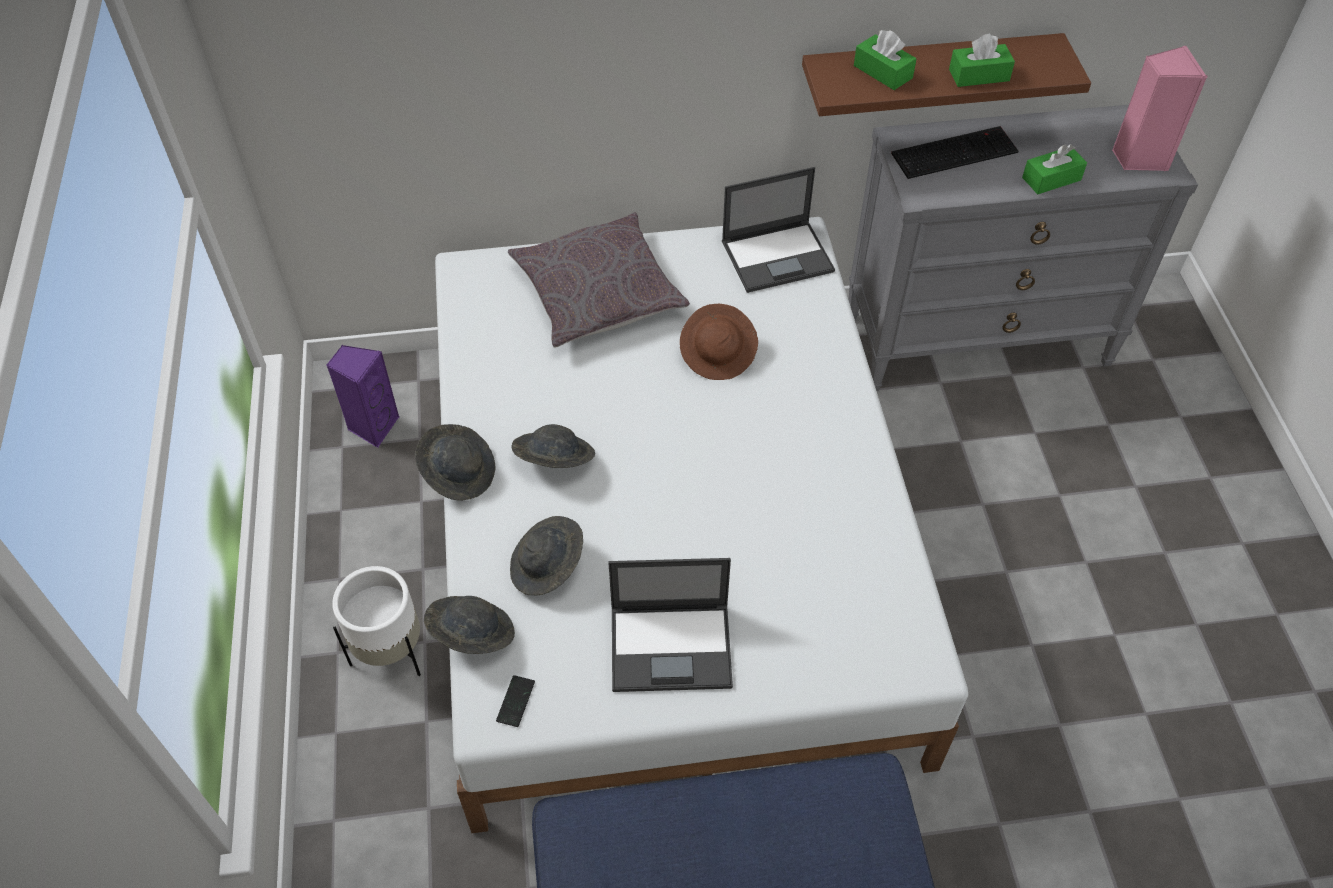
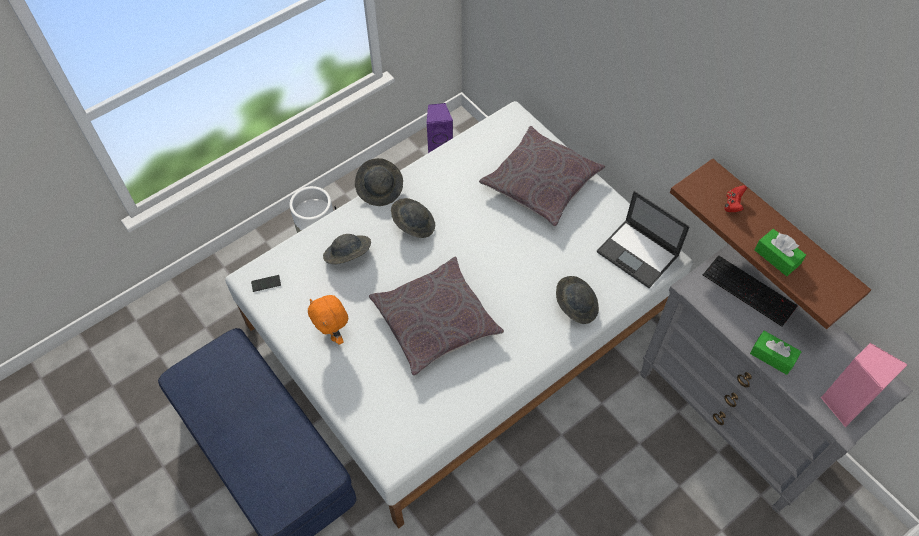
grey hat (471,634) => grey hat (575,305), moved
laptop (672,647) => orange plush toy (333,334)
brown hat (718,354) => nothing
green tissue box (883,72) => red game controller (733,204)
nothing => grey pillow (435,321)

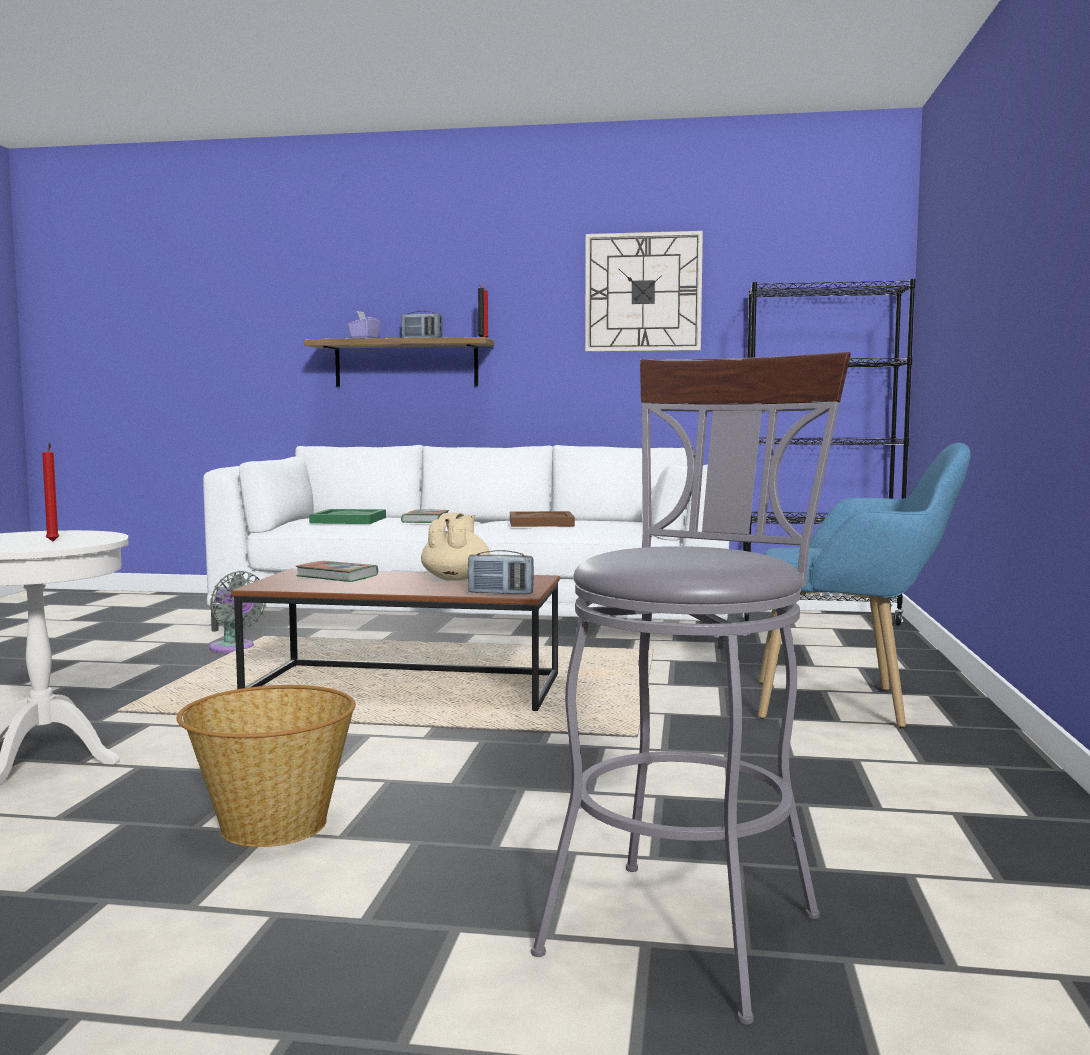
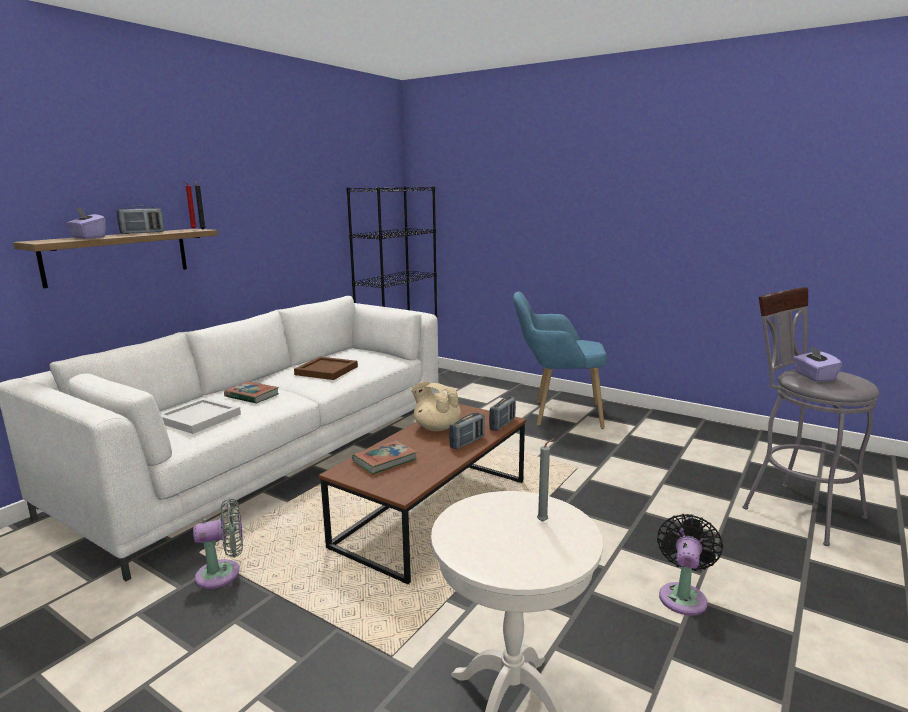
red candle (53,541) => grey candle (544,521)
basket (271,825) => black fan (683,596)
green tray (347,520) => white tray (199,418)
wall clock (643,292) => nothing
blue armchair (852,705) => blue armchair (556,414), 120 degrees counterclockwise
nothing => radio (467,442)
nothing => purple tissue box (813,377)

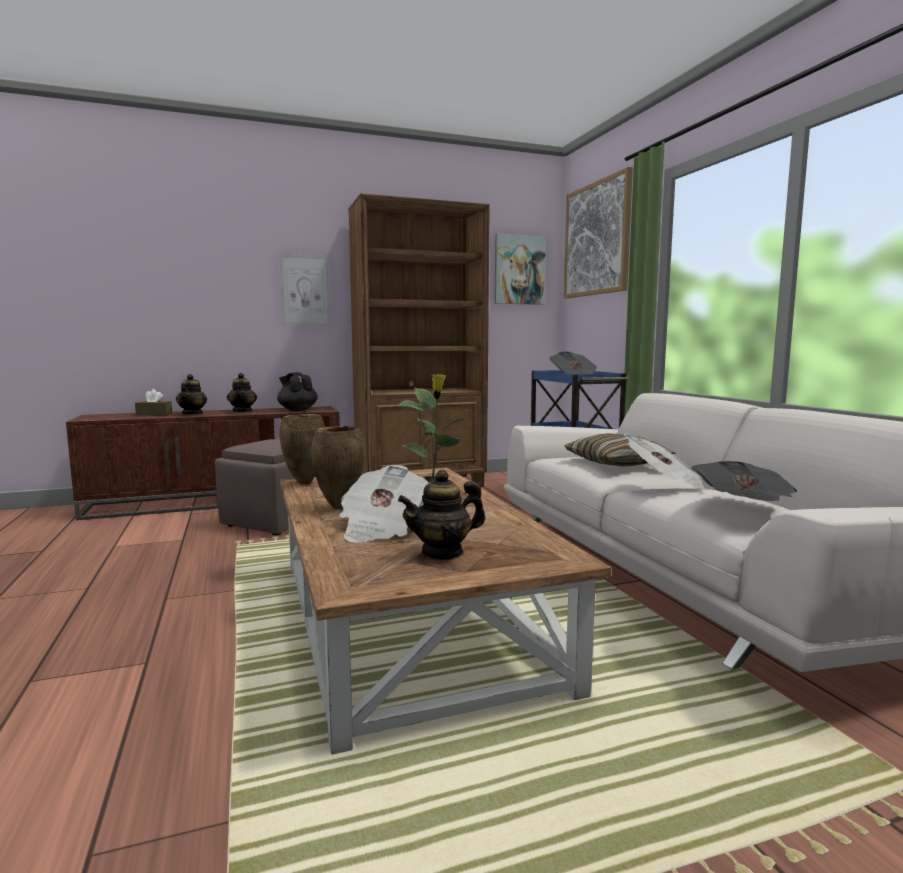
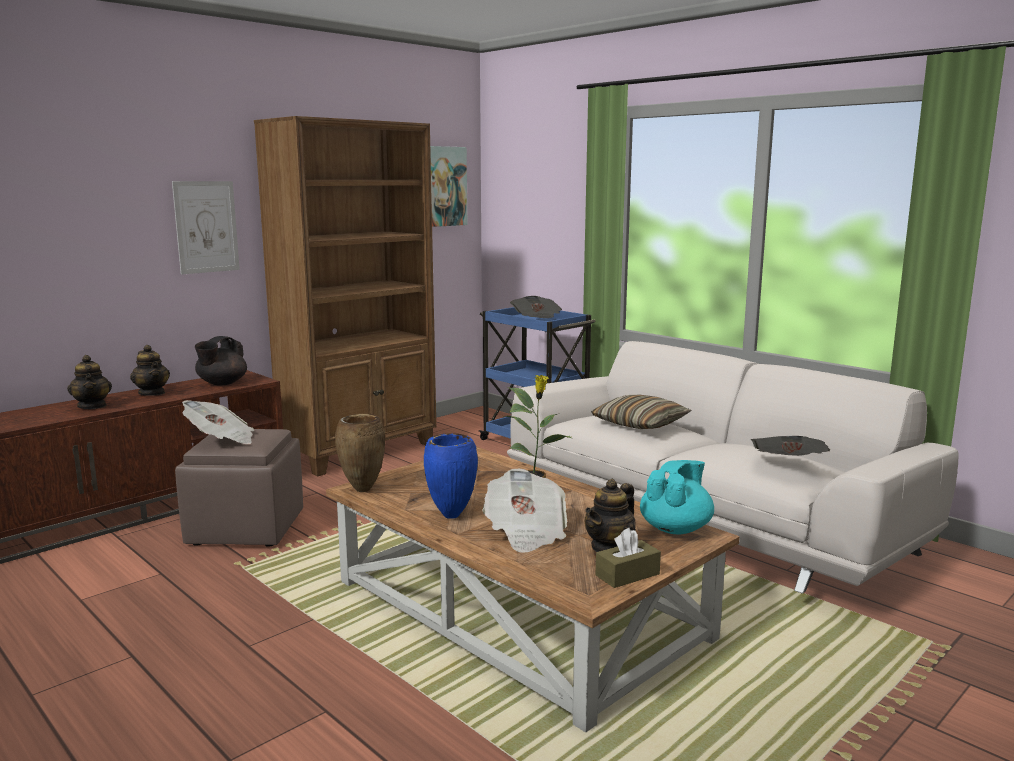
brown tissue box (154,414) => brown tissue box (627,575), moved
black teapot (297,410) => black teapot (221,383), 90 degrees counterclockwise
brown vase (339,508) => blue vase (451,516)
picture (597,239) => nothing
newspaper (665,484) => newspaper (221,440), moved
nothing => turquoise teapot (676,528)

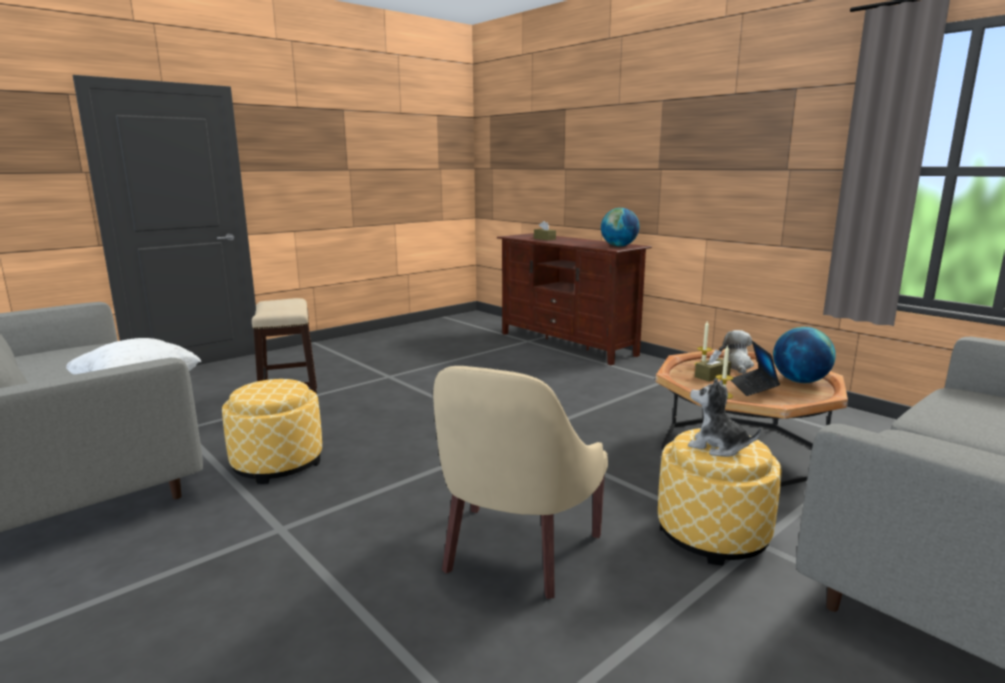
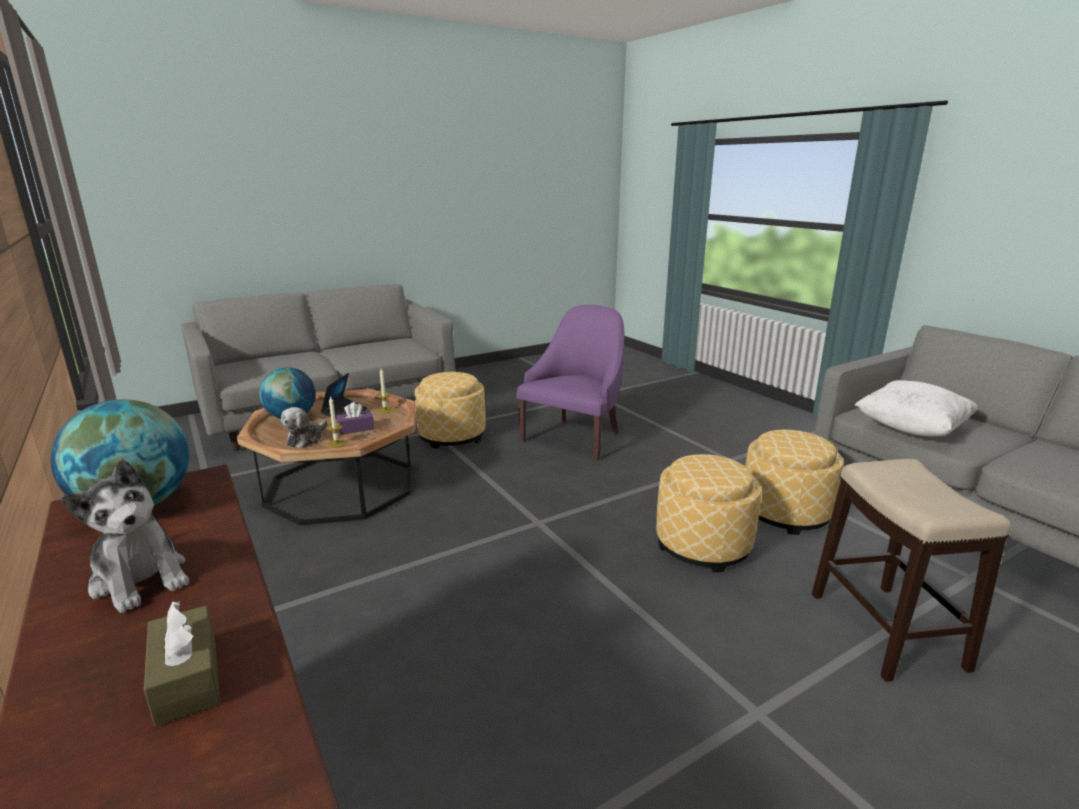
beige armchair (515,552) => purple armchair (575,437)
plush toy (717,447) => plush toy (141,578), moved
brown tissue box (712,376) => purple tissue box (356,429)
nothing => ottoman (703,545)

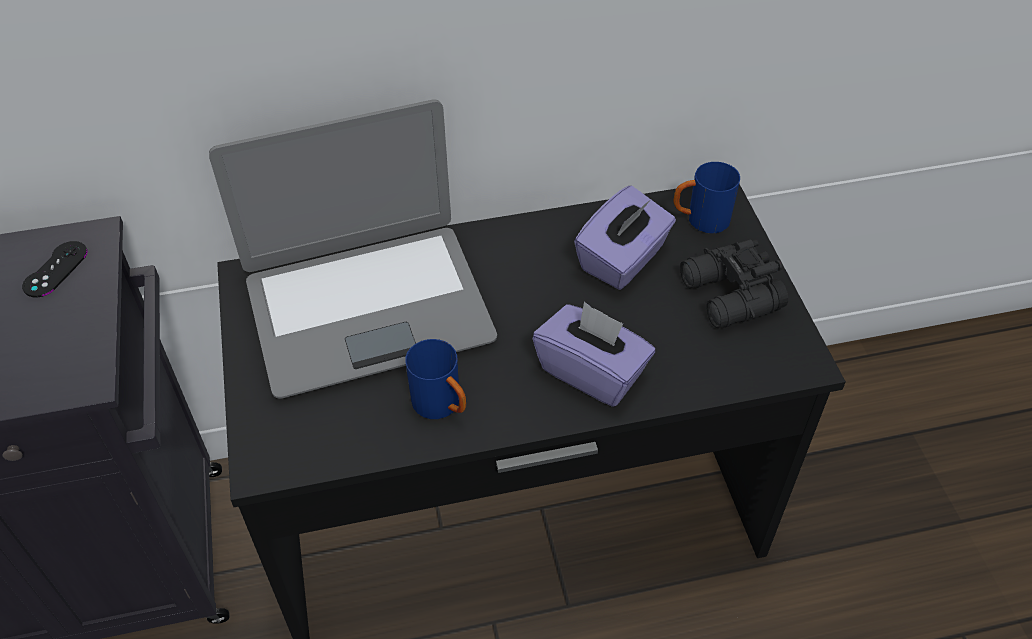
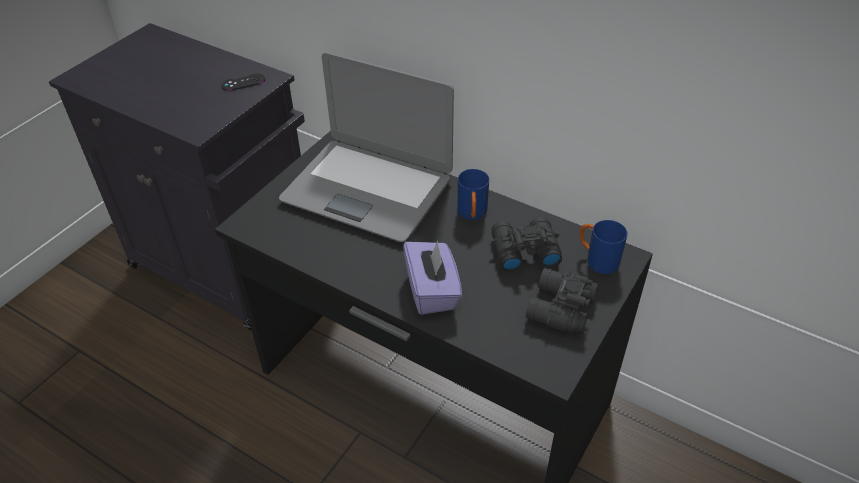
blue mug (442,406) => blue mug (472,214), moved
purple tissue box (623,260) => black binoculars (523,250)

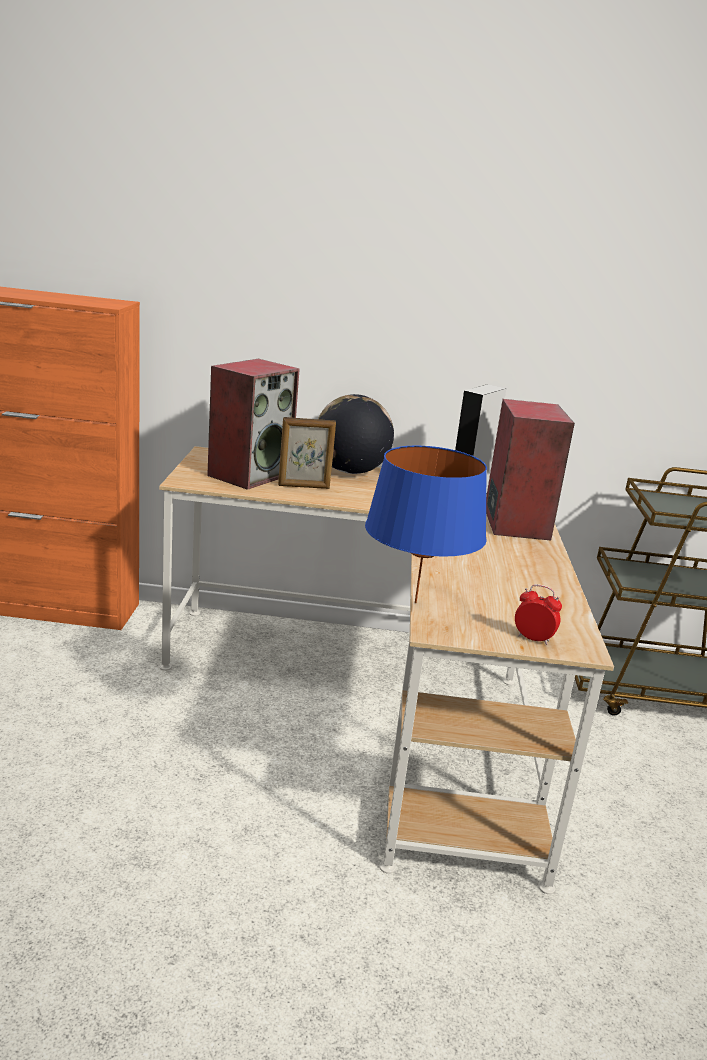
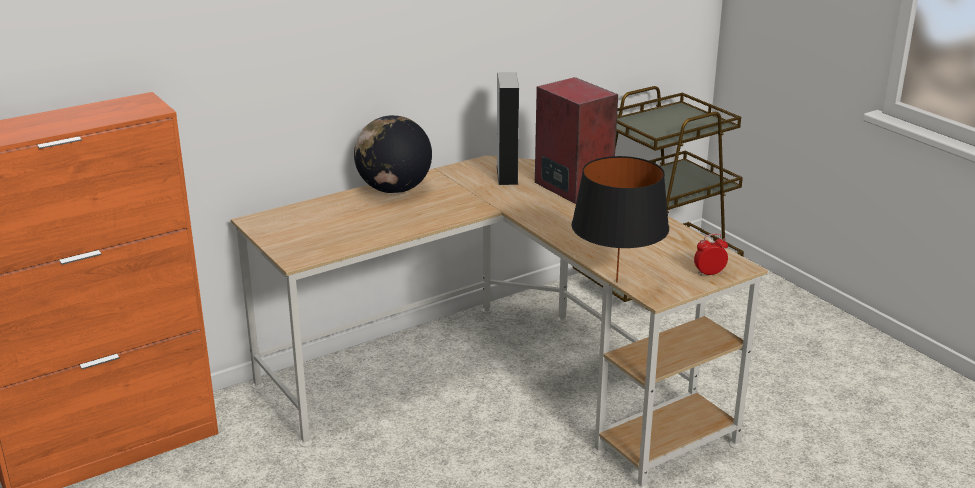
speaker (250,474) => nothing
picture frame (304,486) => nothing
blue table lamp (415,602) => black table lamp (616,282)

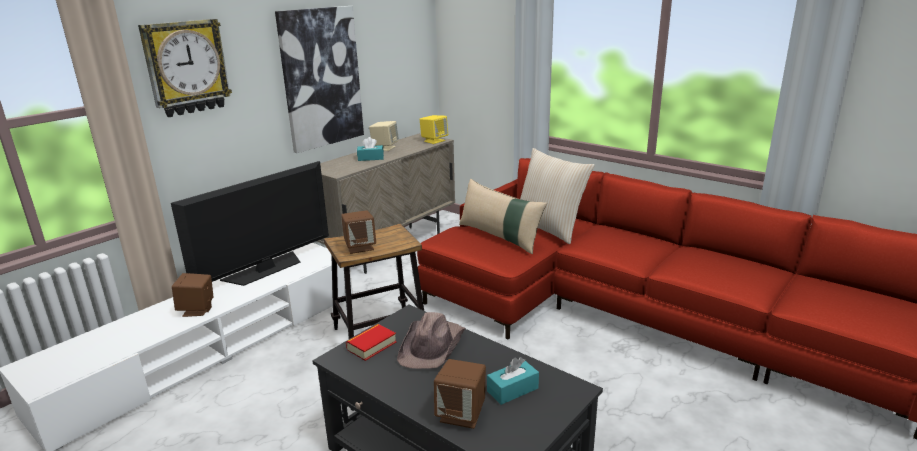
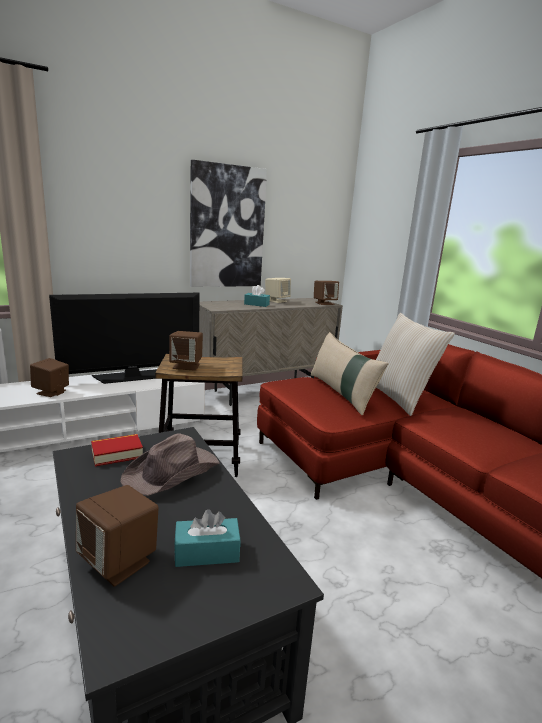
wall clock (186,67) => nothing
yellow speaker (434,141) => brown speaker (324,303)

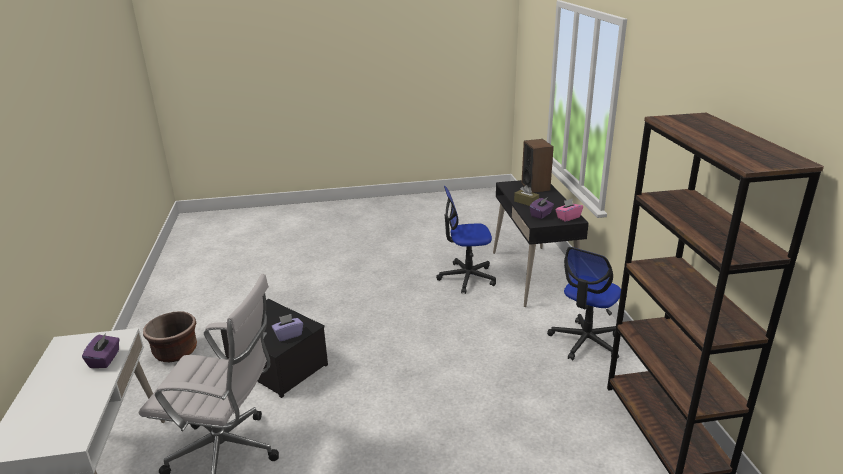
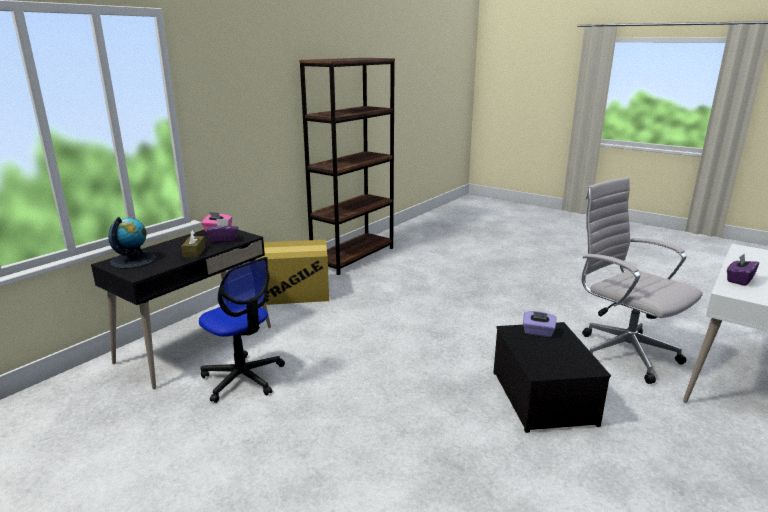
brown planter (176,352) => nothing
speaker (535,187) => globe (133,260)
office chair (585,342) => cardboard box (293,292)

